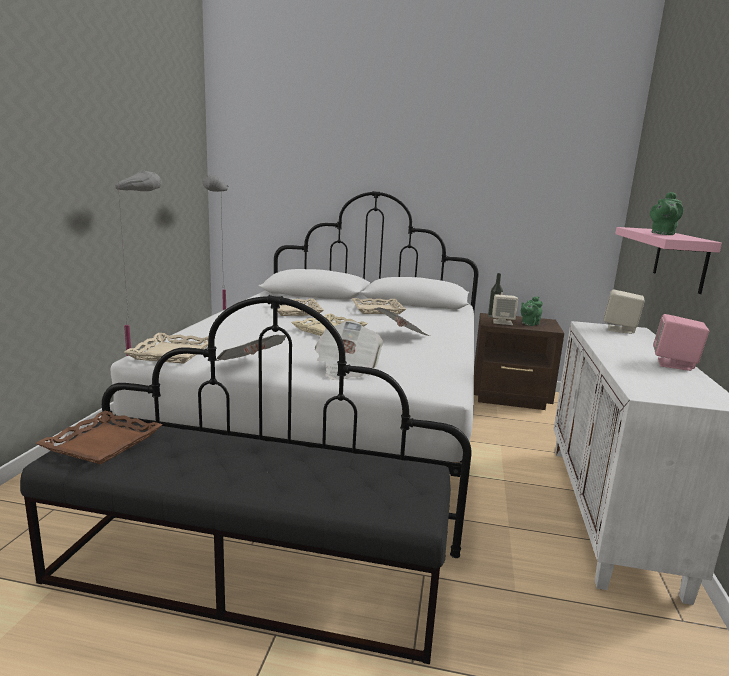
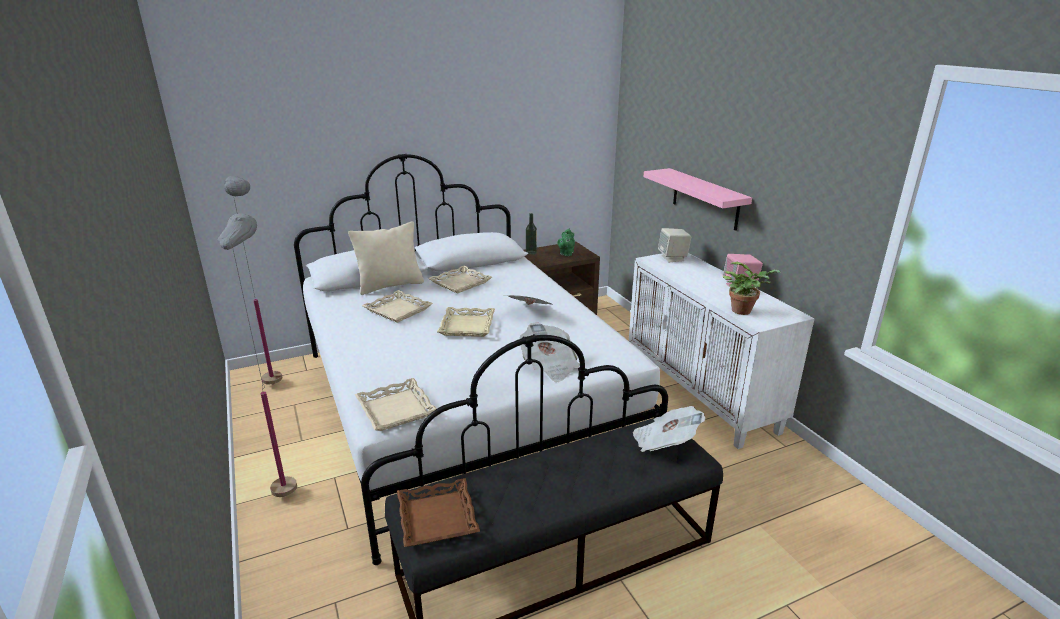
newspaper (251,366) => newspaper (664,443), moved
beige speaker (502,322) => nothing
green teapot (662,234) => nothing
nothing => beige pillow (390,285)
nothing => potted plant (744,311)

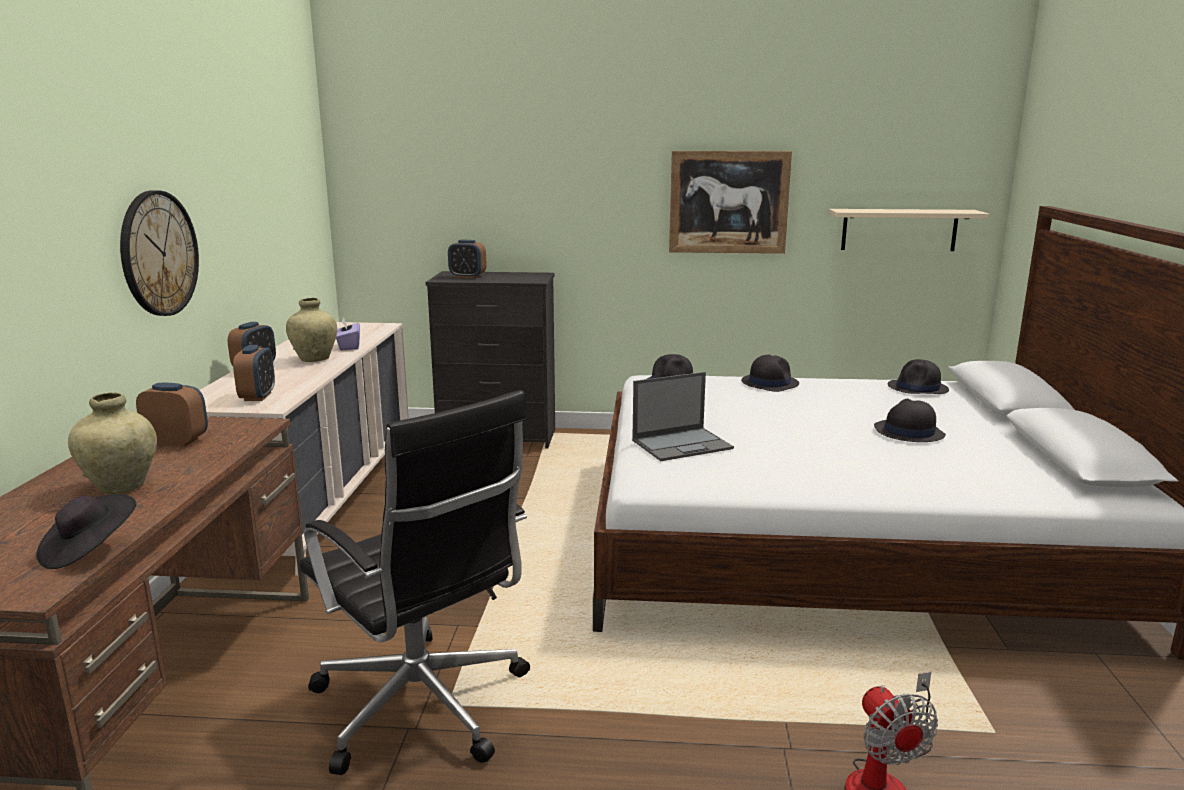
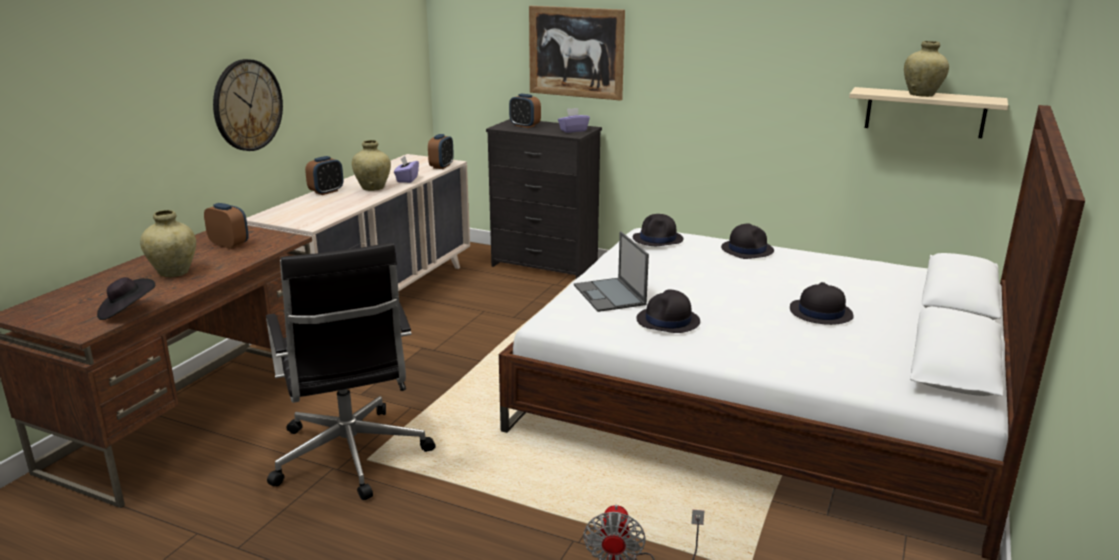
alarm clock (257,396) => alarm clock (441,166), moved
laptop (683,444) => laptop (610,295), 75 degrees clockwise
picture (728,202) => picture (576,52), moved
black hat (918,388) => black hat (668,321), moved
nothing => purple tissue box (573,130)
nothing => beige vase (921,95)

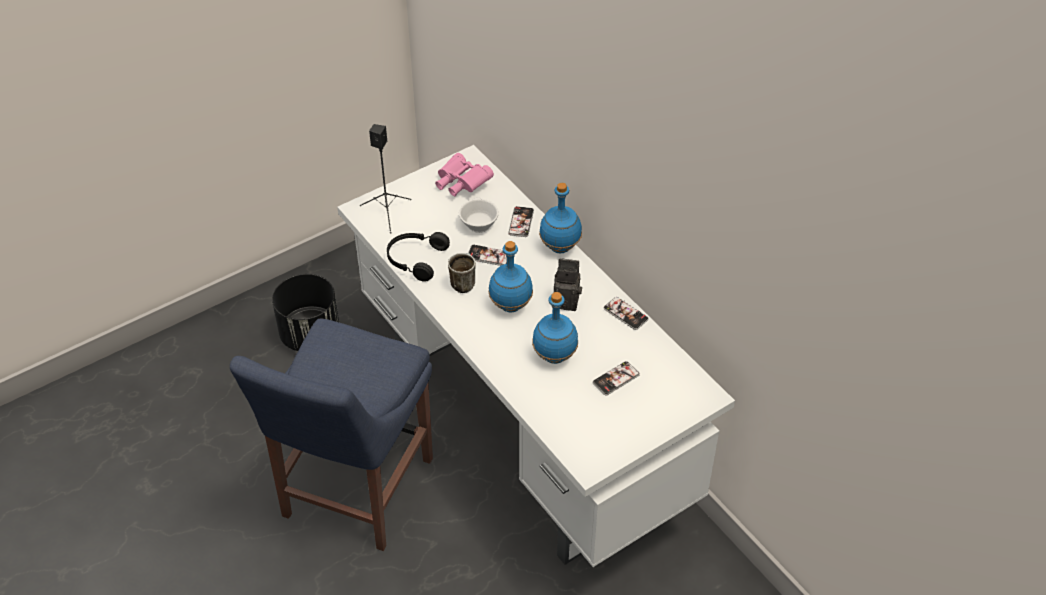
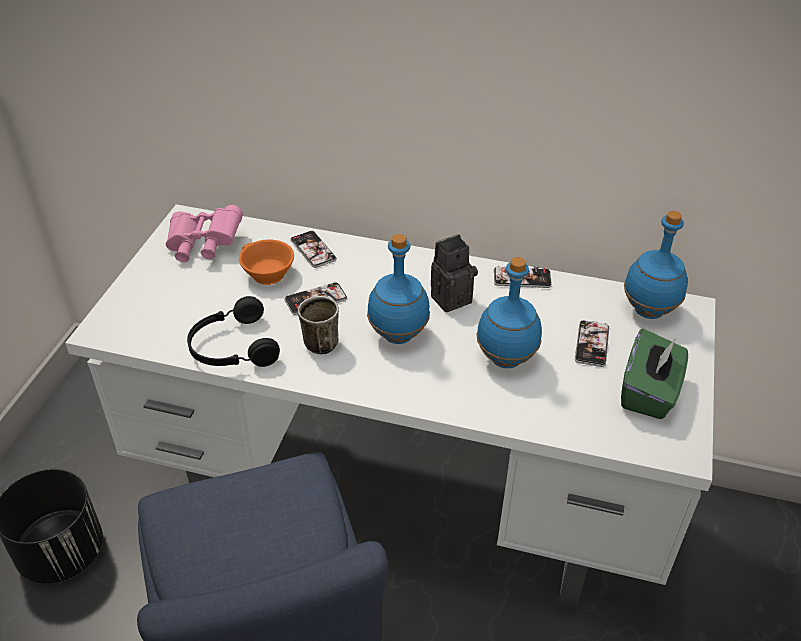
black speaker (387,212) => nothing
white cup (477,223) => orange cup (265,274)
blue bottle (559,246) => blue bottle (647,310), moved
nothing => green tissue box (649,392)

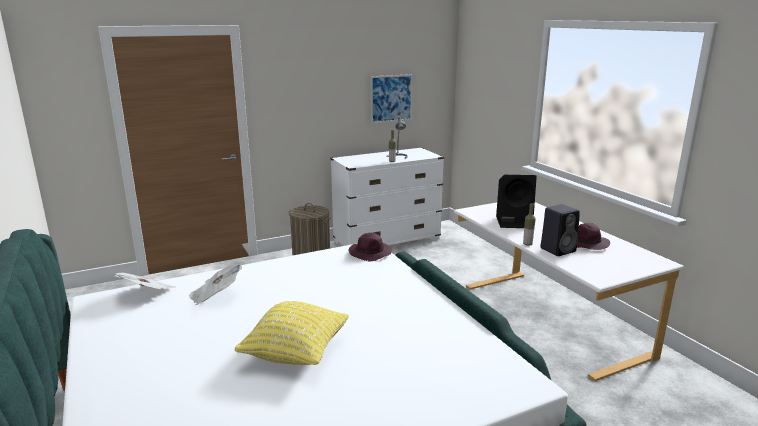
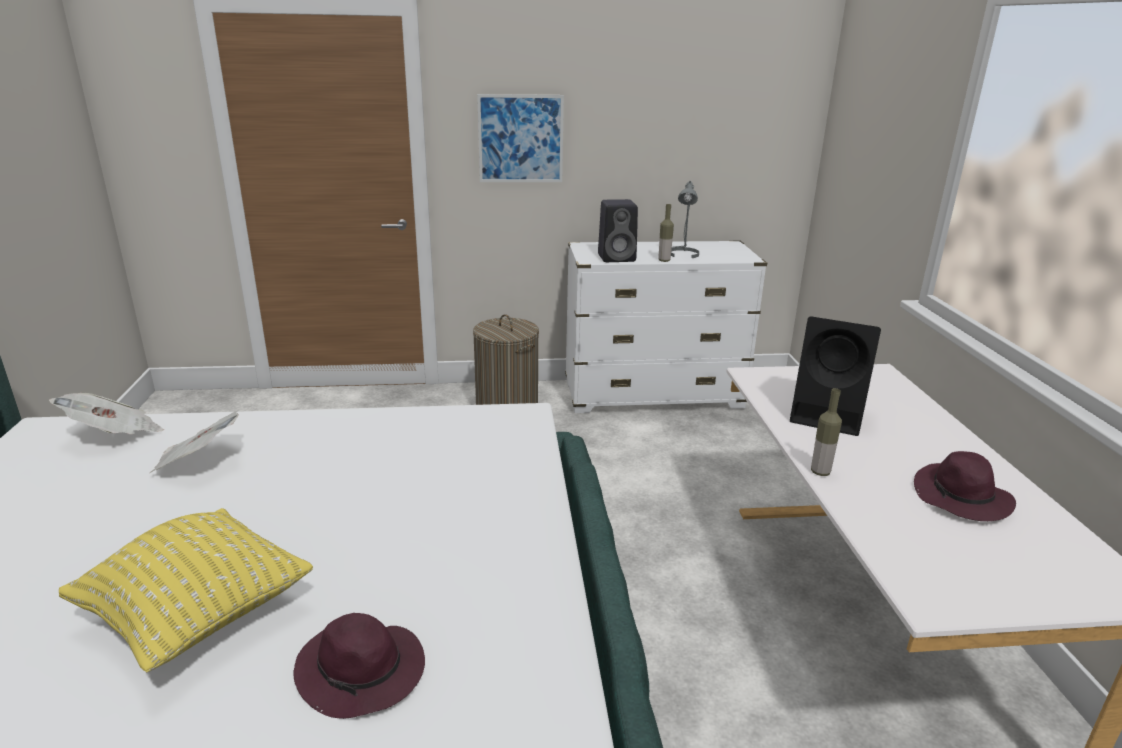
purple hat (371,253) => purple hat (362,672), moved
picture (391,98) => picture (520,139), moved
black speaker (558,249) => black speaker (617,258), moved

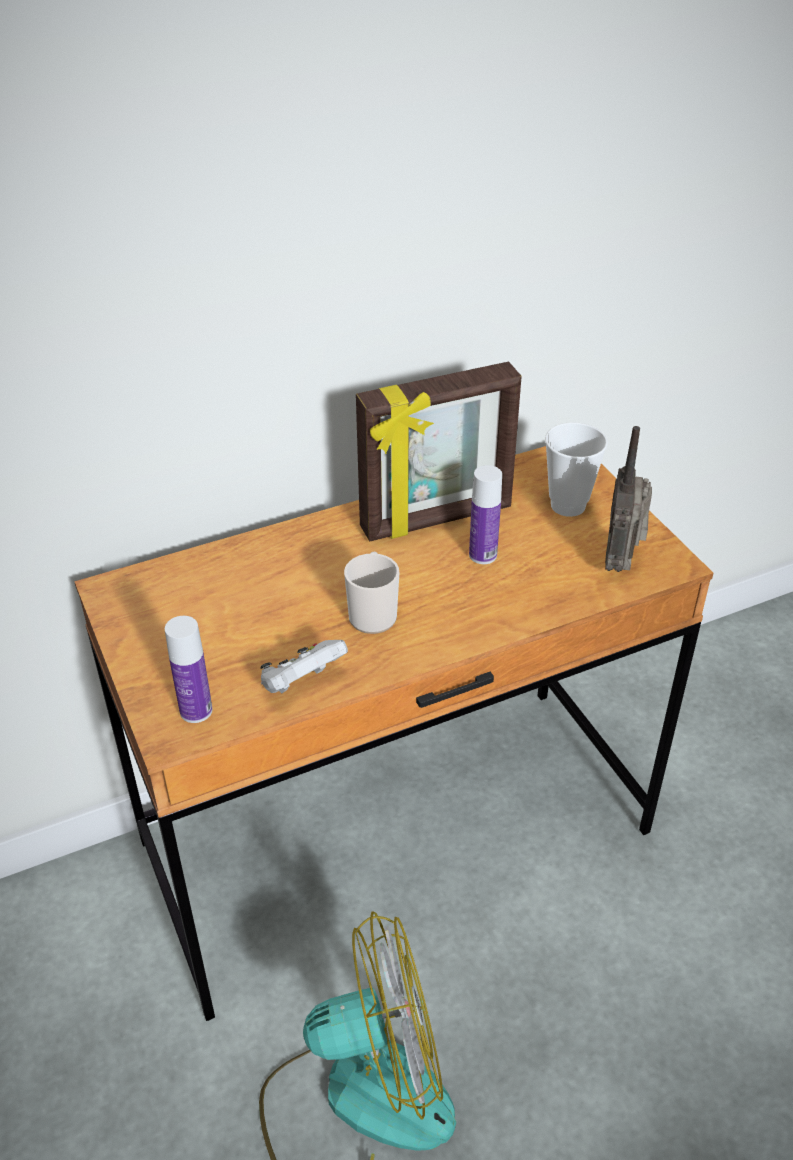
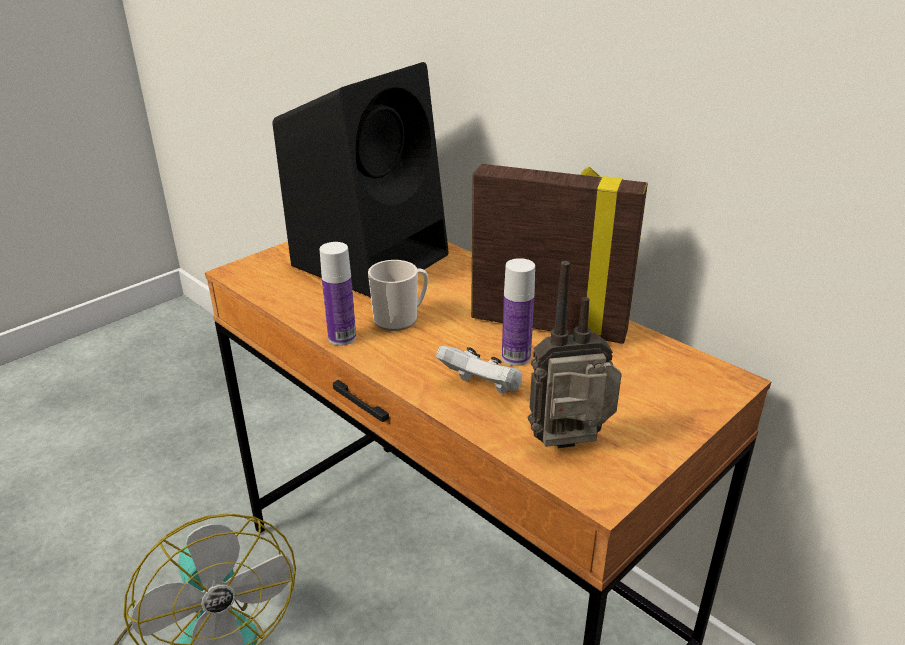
bottle (196,711) => bottle (342,338), moved
white game controller (301,683) => white game controller (482,388), moved
picture frame (437,519) => picture frame (548,324), 150 degrees clockwise
cup (568,505) => nothing
nothing => black speaker (372,258)

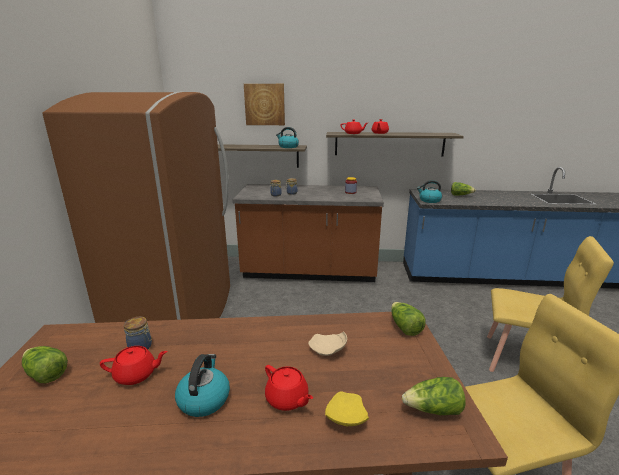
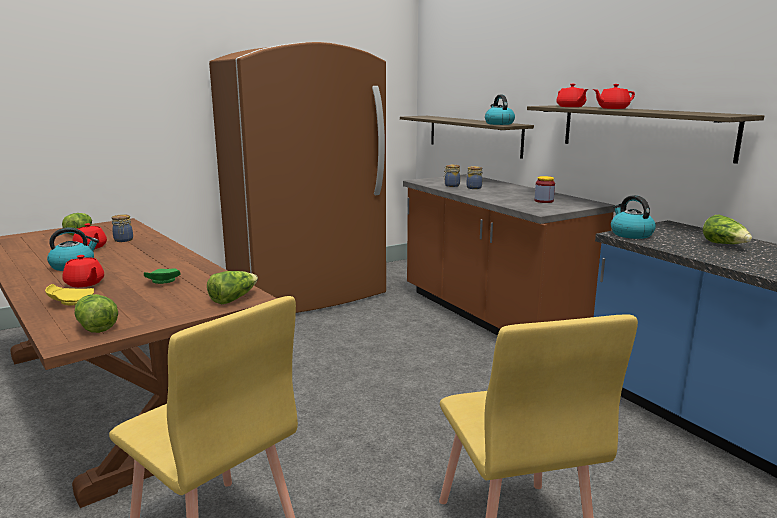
picture (265,104) => nothing
red teapot (287,399) => red teapot (85,283), 60 degrees counterclockwise
beige plate (328,350) => green plate (163,281)

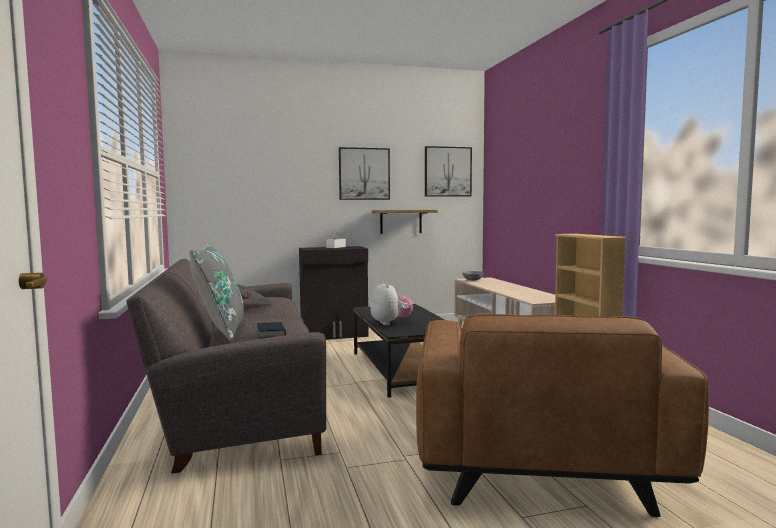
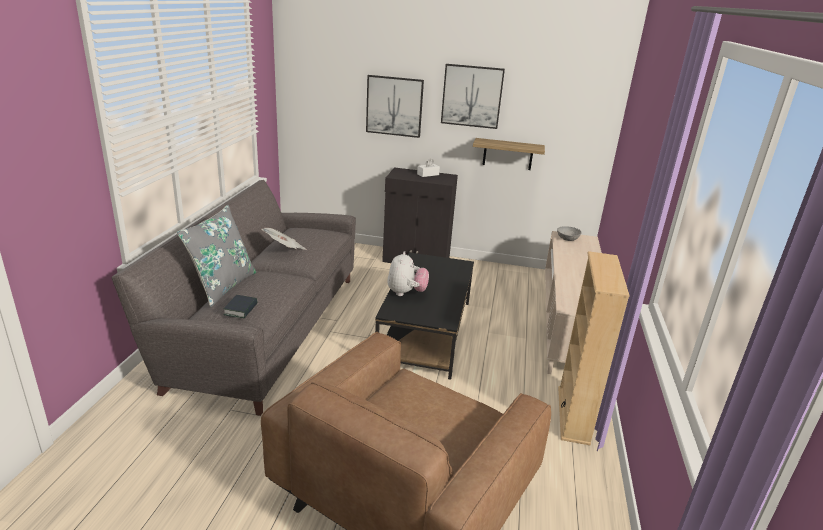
picture (447,171) => picture (394,106), moved

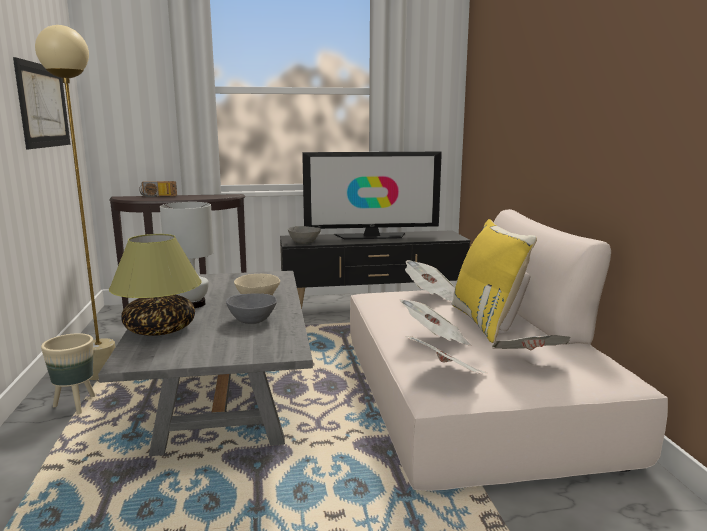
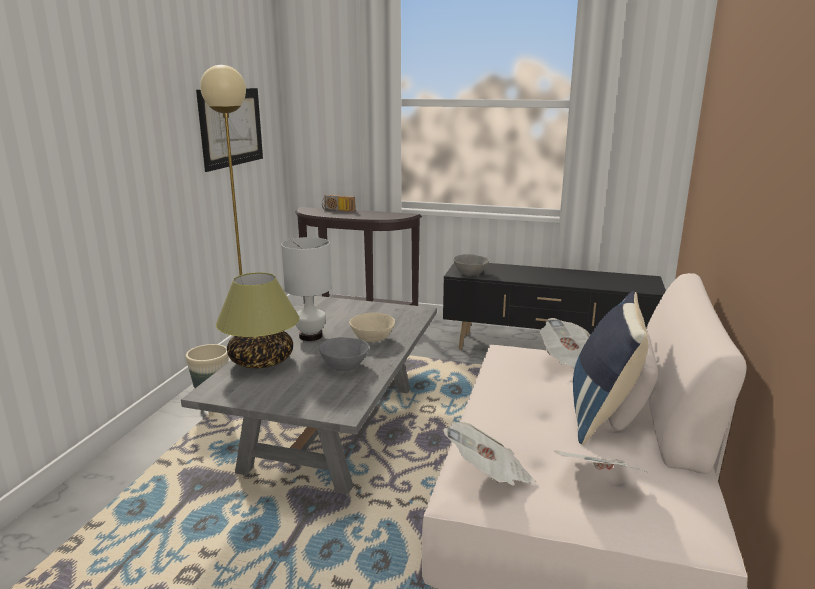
television (371,236) => nothing
newspaper (435,340) => nothing
yellow pillow (487,322) => blue pillow (603,414)

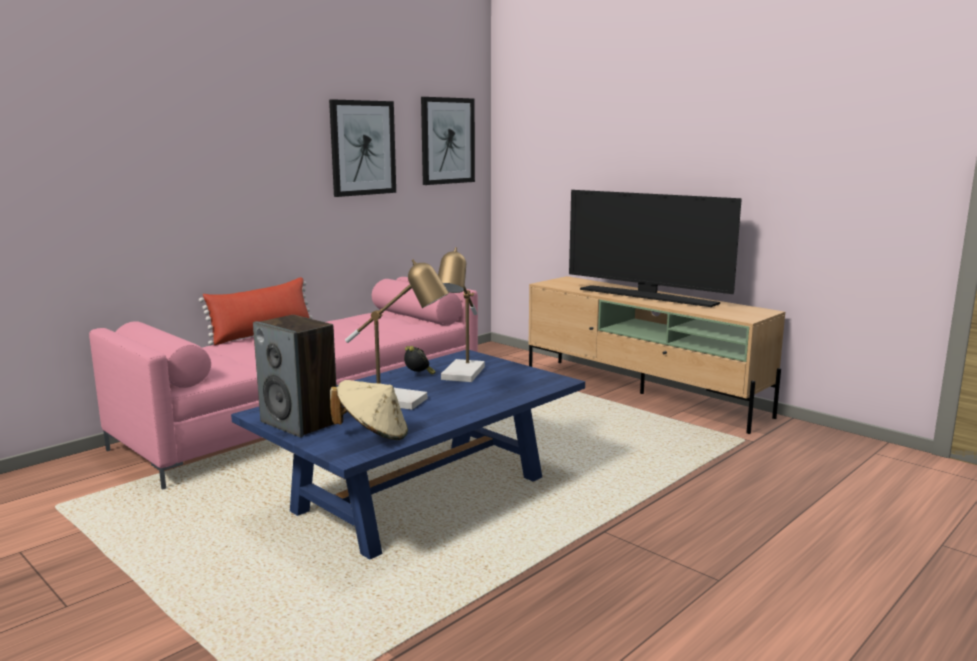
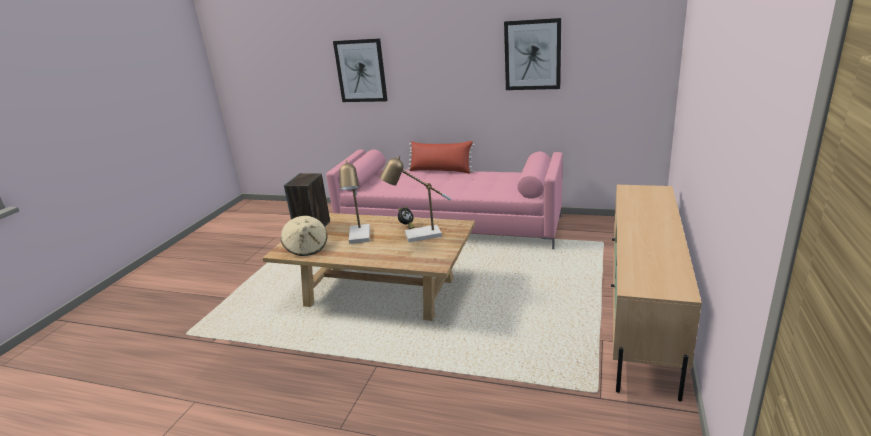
blue coffee table (421,494) => beige coffee table (380,292)
picture (447,141) => picture (361,71), moved
television (648,297) => nothing

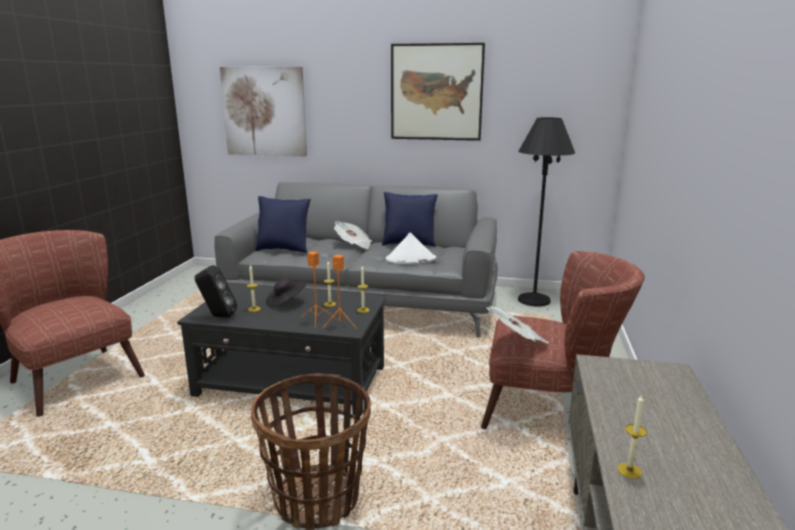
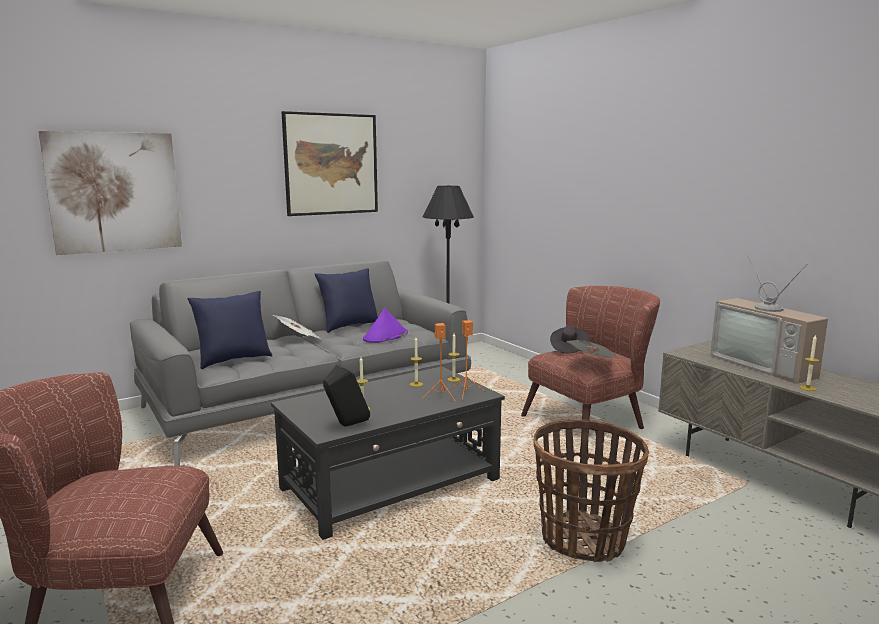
black hat (285,302) => black hat (568,348), moved
white hat (410,259) => purple hat (385,336)
nothing => television (767,365)

